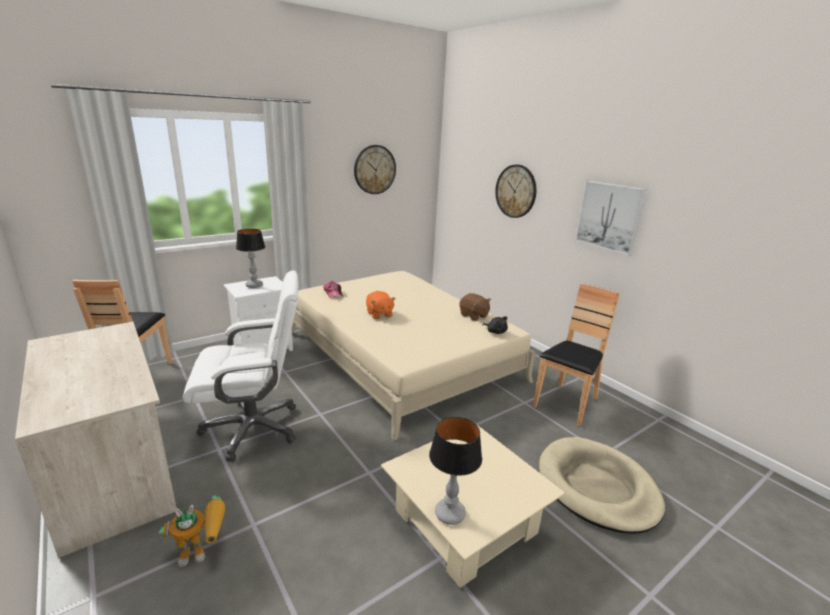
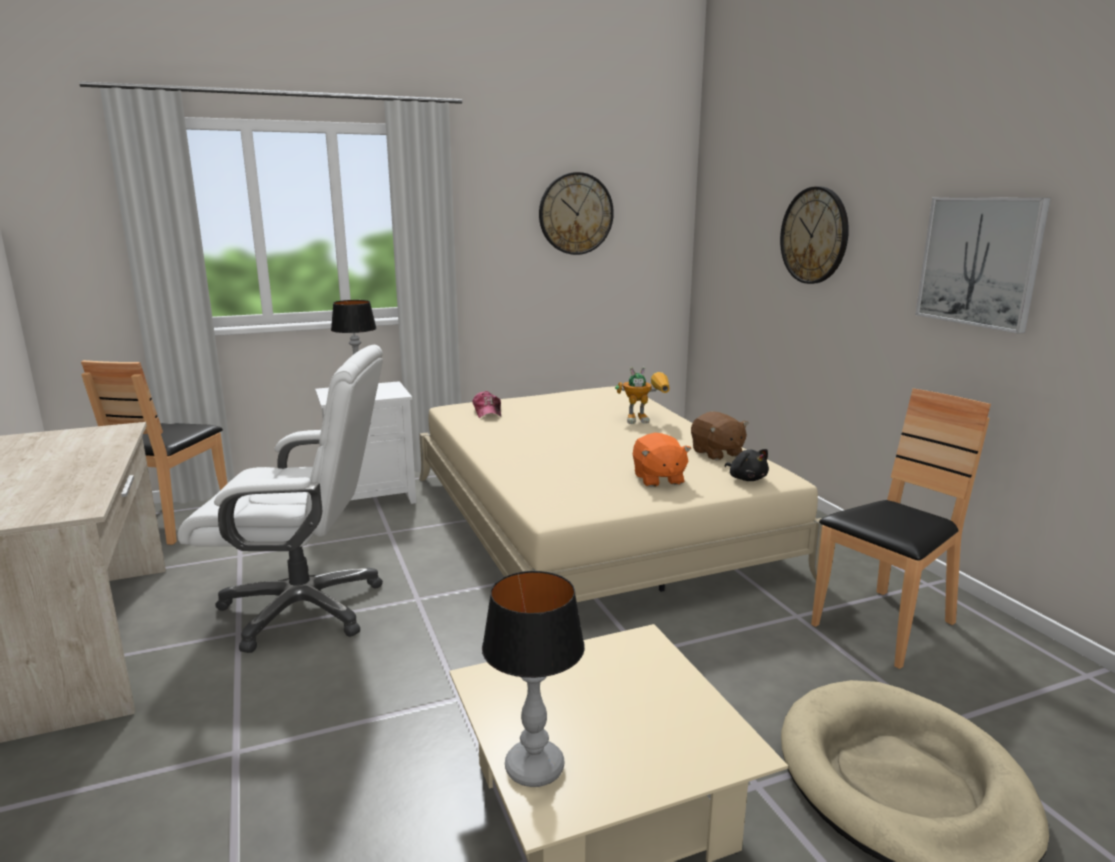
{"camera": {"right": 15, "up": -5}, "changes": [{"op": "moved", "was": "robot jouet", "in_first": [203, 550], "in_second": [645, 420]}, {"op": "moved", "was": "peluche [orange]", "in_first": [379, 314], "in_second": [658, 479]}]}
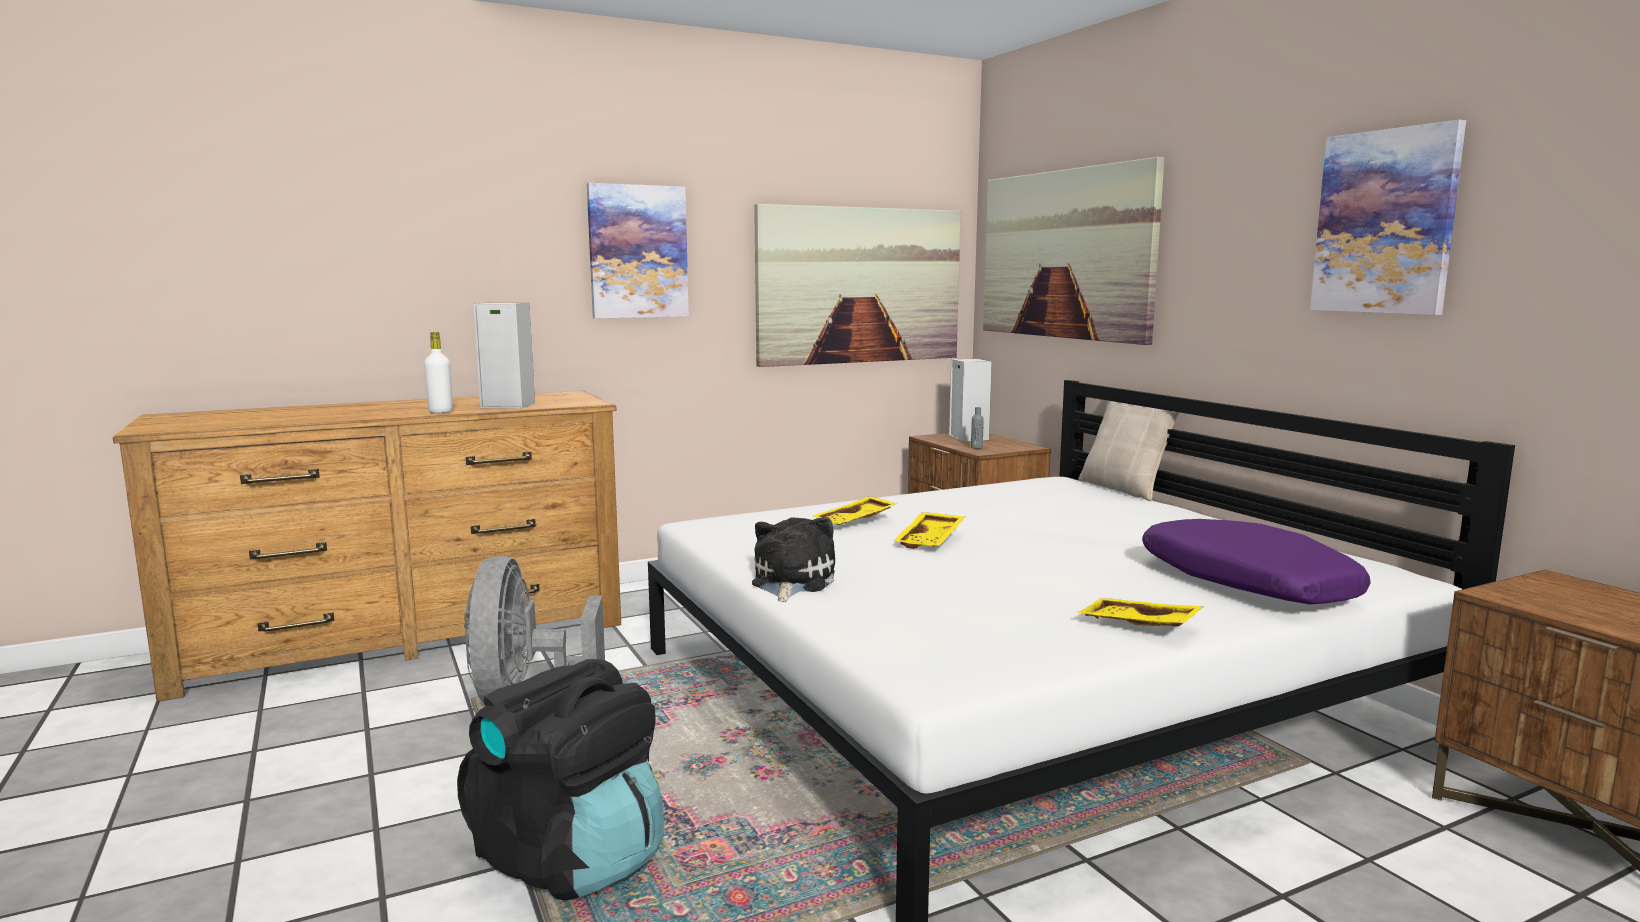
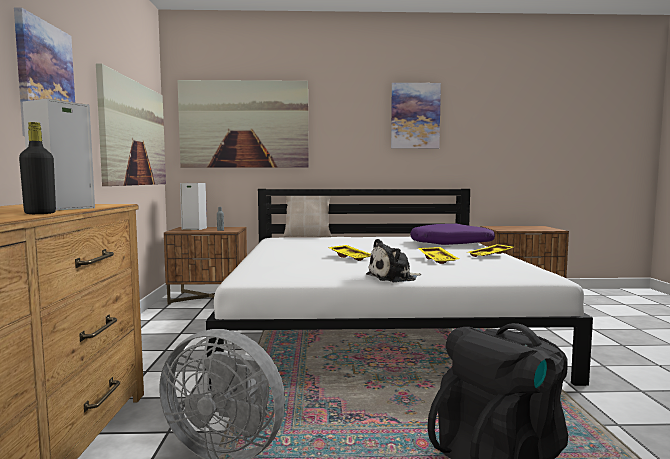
{"camera": {"right": -65, "up": -5}, "changes": [{"op": "recoloured", "was": "bouteille [blanc]", "now": "bouteille [noir]", "in_first": [440, 412], "in_second": [40, 213]}, {"op": "turned", "was": "peluche", "in_first": [791, 582], "in_second": [394, 278], "clockwise": -60}, {"op": "moved", "was": "plateau [jaune]", "in_first": [856, 521], "in_second": [438, 260]}]}
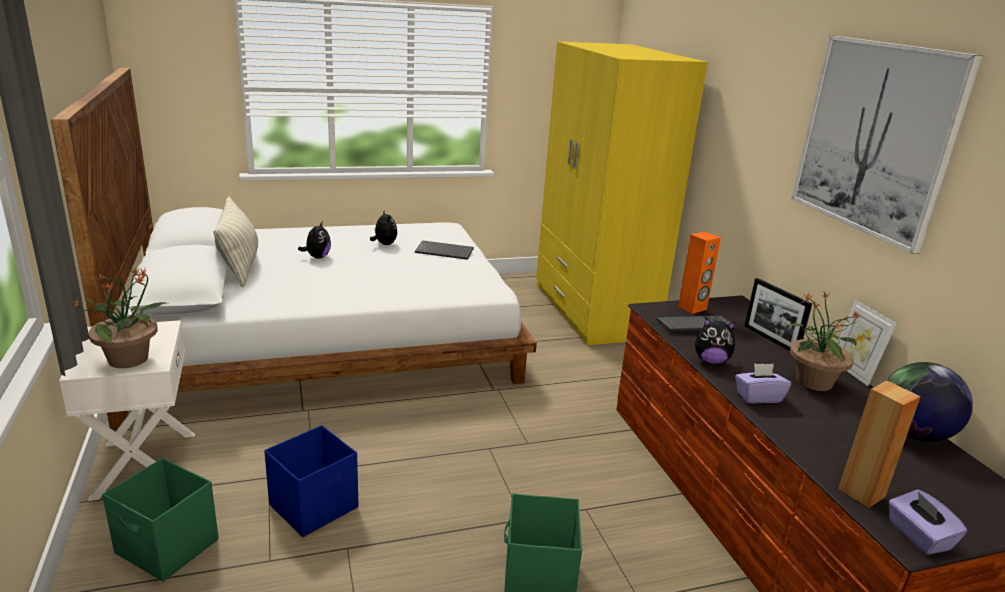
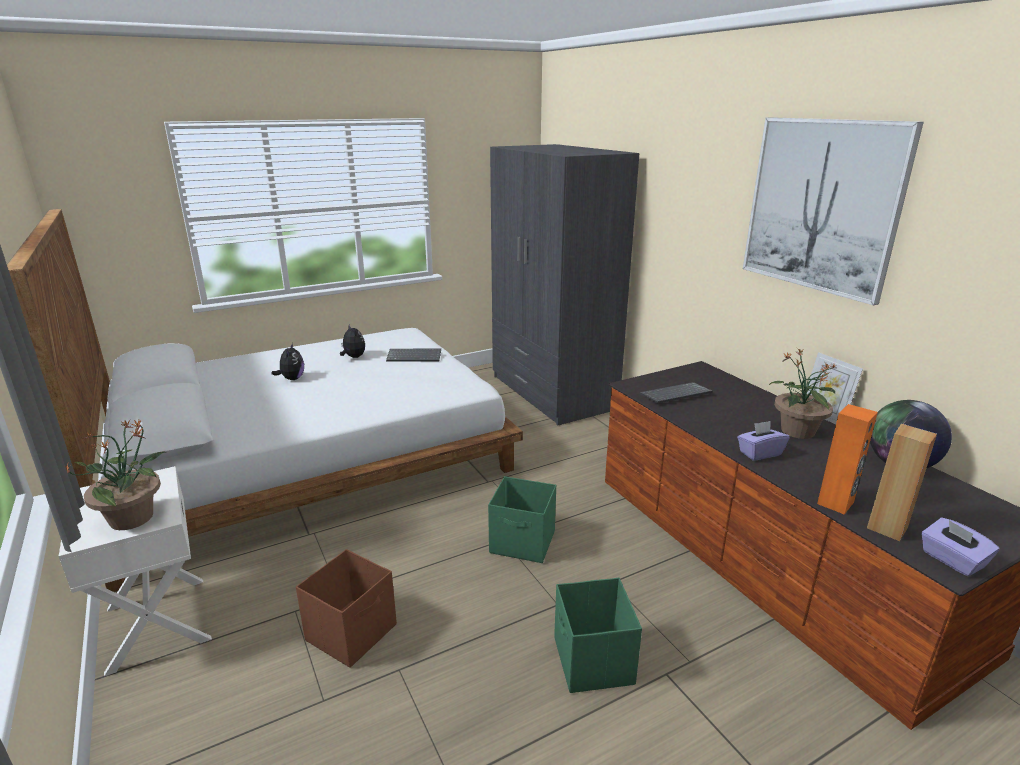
{"camera": {"right": -10, "up": 0}, "changes": [{"op": "moved", "was": "boîte de rangement [vert]", "in_first": [167, 548], "in_second": [523, 543]}, {"op": "removed", "was": "coussin", "in_first": [239, 266]}, {"op": "recoloured", "was": "boîte de rangement [bleu]", "now": "boîte de rangement [marron]", "in_first": [315, 506], "in_second": [353, 632]}, {"op": "recoloured", "was": "armoire [jaune]", "now": "armoire [gris]", "in_first": [593, 311], "in_second": [552, 392]}, {"op": "moved", "was": "enceinte [orange]", "in_first": [692, 308], "in_second": [836, 503]}, {"op": "removed", "was": "peluche", "in_first": [711, 361]}, {"op": "removed", "was": "cadre photo", "in_first": [770, 339]}]}
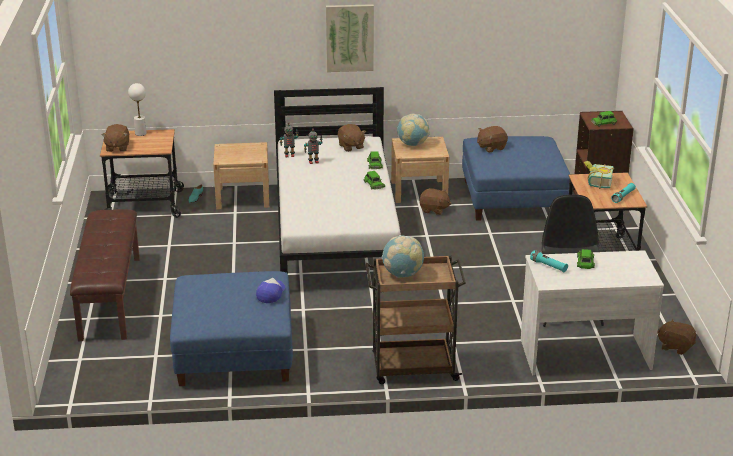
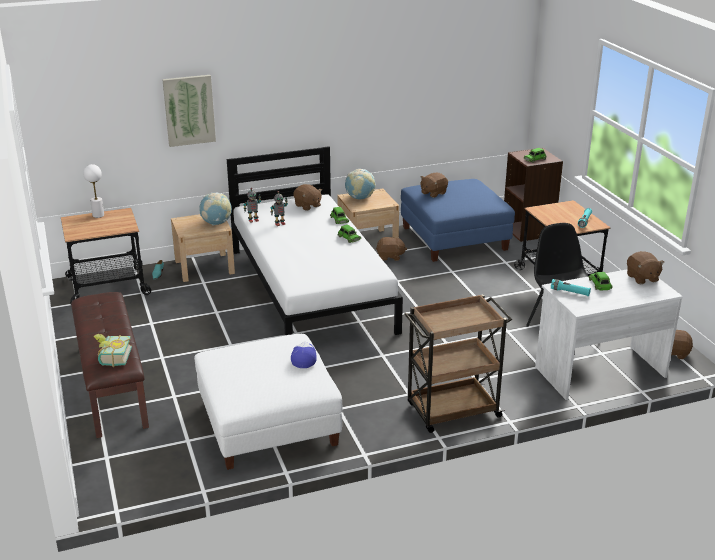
{"camera": {"right": -15, "up": 0}, "changes": [{"op": "moved", "was": "peluche [marron]", "in_first": [117, 147], "in_second": [642, 278]}, {"op": "recoloured", "was": "pouf [bleu]", "now": "pouf [blanc]", "in_first": [233, 352], "in_second": [267, 423]}, {"op": "moved", "was": "tableau", "in_first": [349, 37], "in_second": [189, 110]}, {"op": "moved", "was": "globe", "in_first": [402, 274], "in_second": [216, 223]}, {"op": "moved", "was": "livre", "in_first": [596, 182], "in_second": [112, 358]}]}
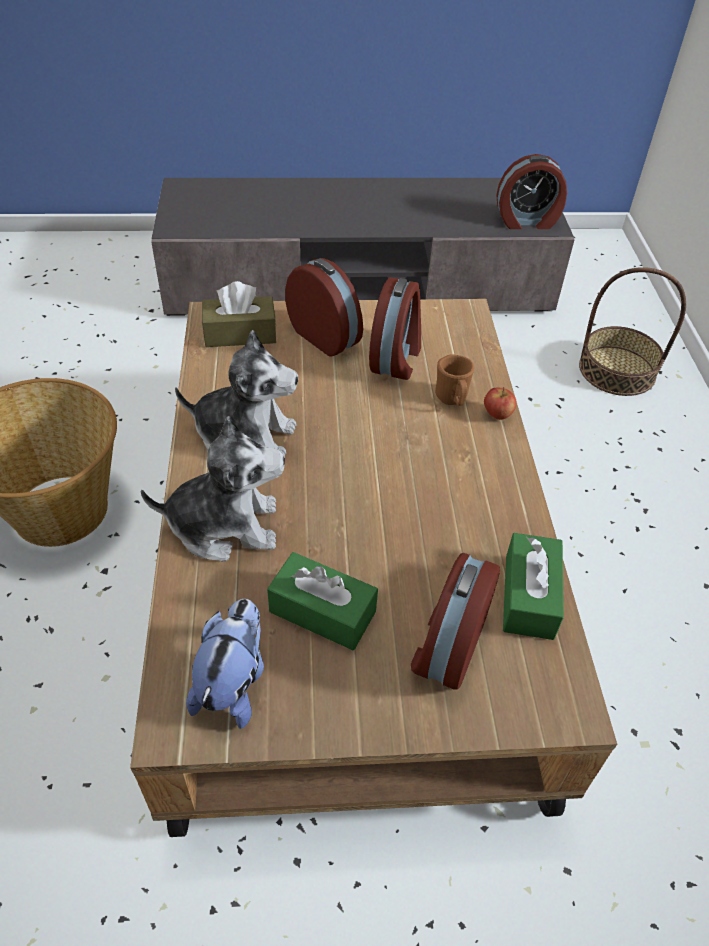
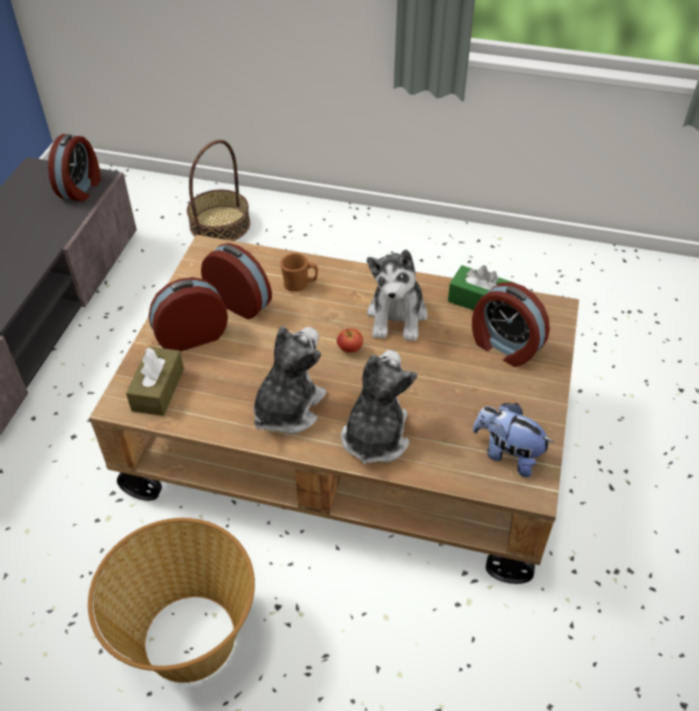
{"camera": {"right": -70, "up": 0}, "changes": [{"op": "removed", "was": "boîte à mouchoirs [vert]", "in_first": [322, 612]}, {"op": "moved", "was": "pomme", "in_first": [497, 414], "in_second": [350, 349]}, {"op": "added", "now": "peluche", "in_second": [397, 316]}]}
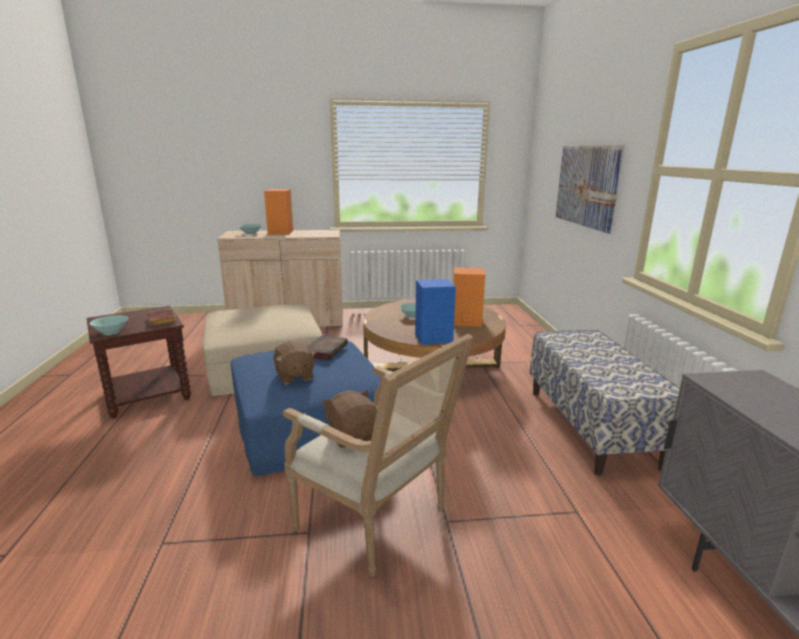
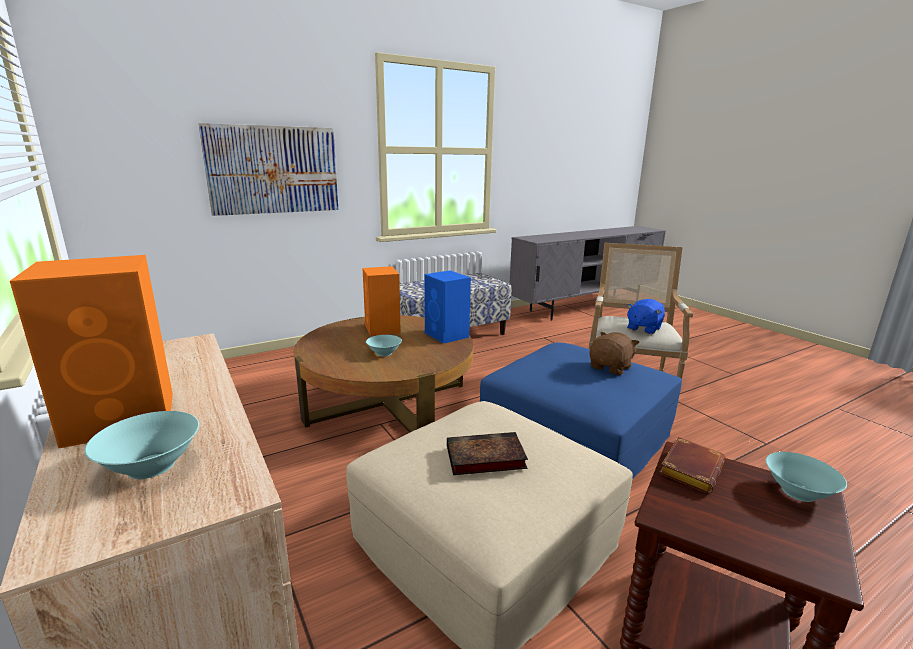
{"camera": {"right": -115, "up": 0}, "changes": [{"op": "moved", "was": "livre", "in_first": [325, 350], "in_second": [483, 458]}, {"op": "recoloured", "was": "peluche [marron]", "now": "peluche [bleu]", "in_first": [353, 435], "in_second": [643, 328]}]}
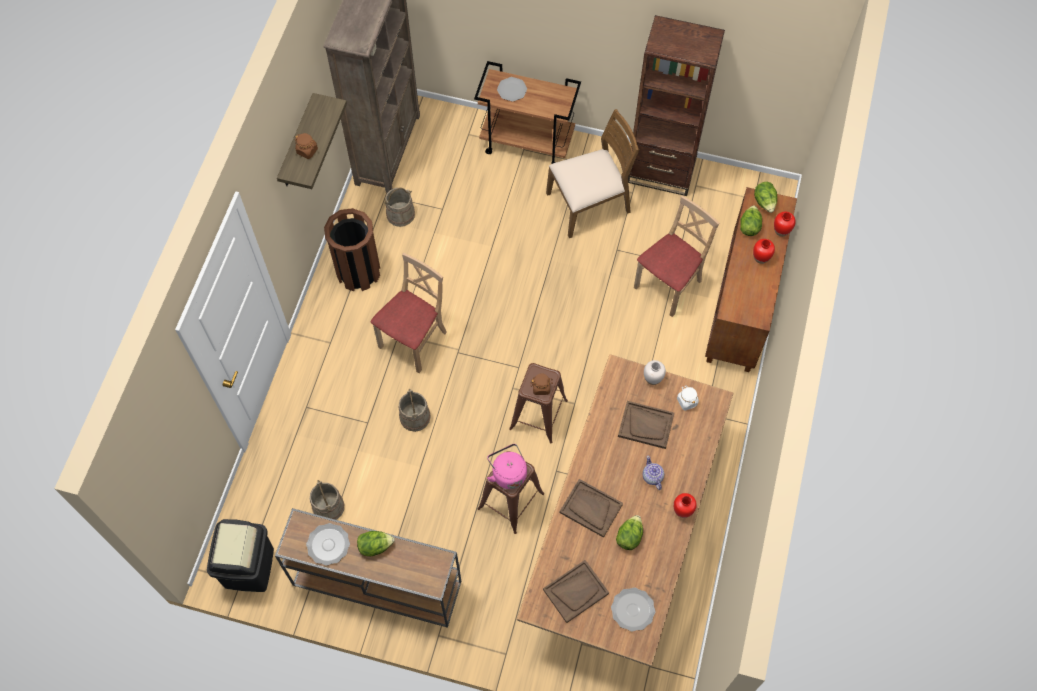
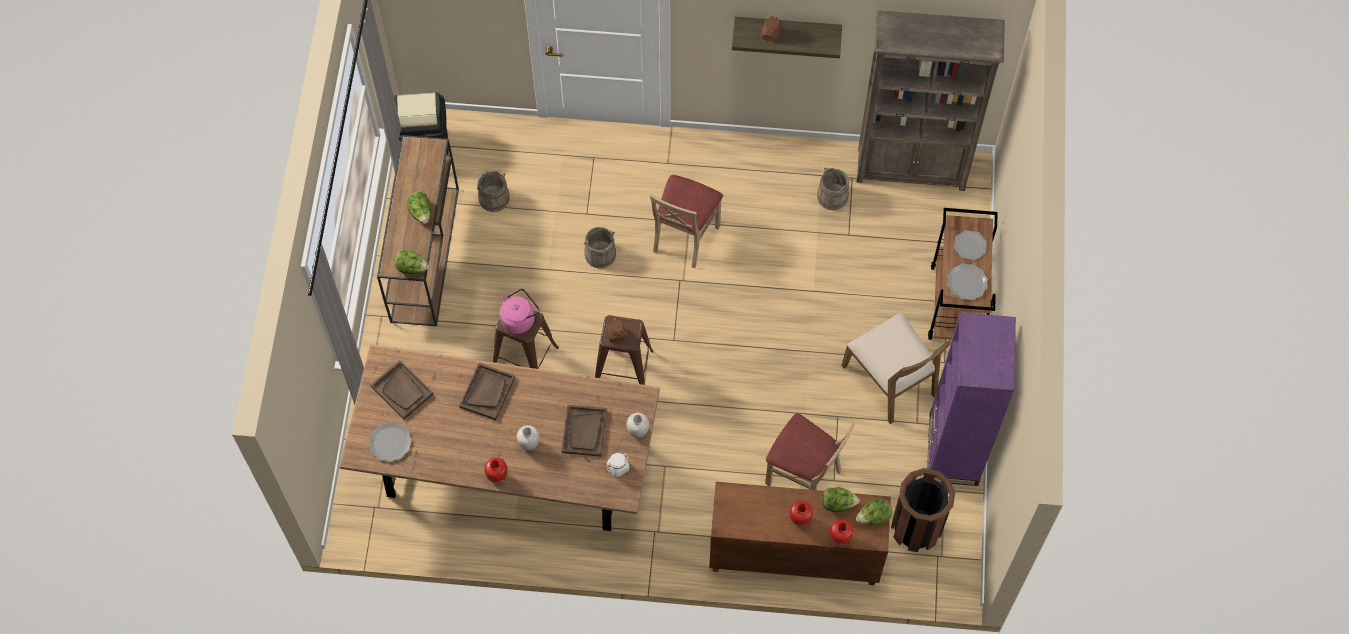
{"camera": {"right": 80, "up": 0}, "changes": [{"op": "moved", "was": "assiette", "in_first": [328, 544], "in_second": [967, 283]}, {"op": "moved", "was": "poubelle [marron]", "in_first": [358, 272], "in_second": [916, 528]}, {"op": "turned", "was": "chaise [beige]", "in_first": [414, 341], "in_second": [685, 237], "clockwise": 90}, {"op": "moved", "was": "laitue", "in_first": [629, 536], "in_second": [412, 268]}, {"op": "recoloured", "was": "bibliothèque [marron]", "now": "bibliothèque [violet]", "in_first": [661, 172], "in_second": [953, 449]}, {"op": "replaced", "was": "théière", "now": "vase [blanc]", "in_first": [652, 477], "in_second": [529, 444]}]}
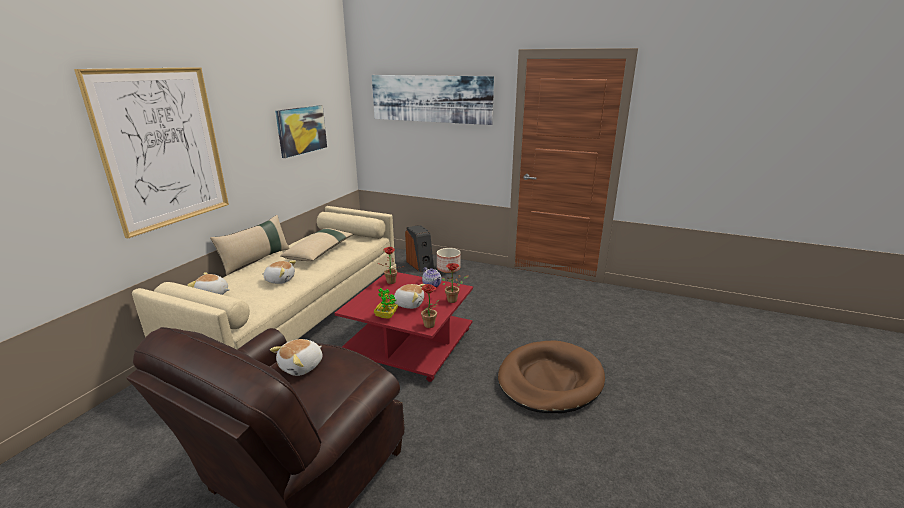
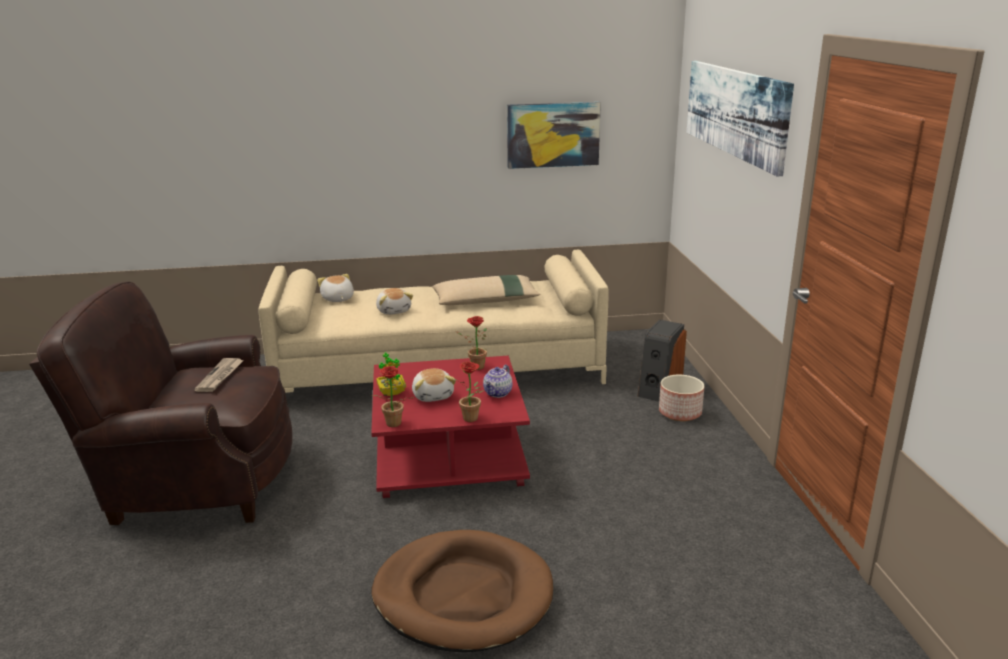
{"camera": {"right": 60, "up": 0}, "changes": [{"op": "removed", "was": "tableau", "in_first": [163, 148]}, {"op": "removed", "was": "coussin [beige]", "in_first": [256, 260]}, {"op": "replaced", "was": "peluche", "now": "journal", "in_first": [302, 366], "in_second": [220, 376]}]}
